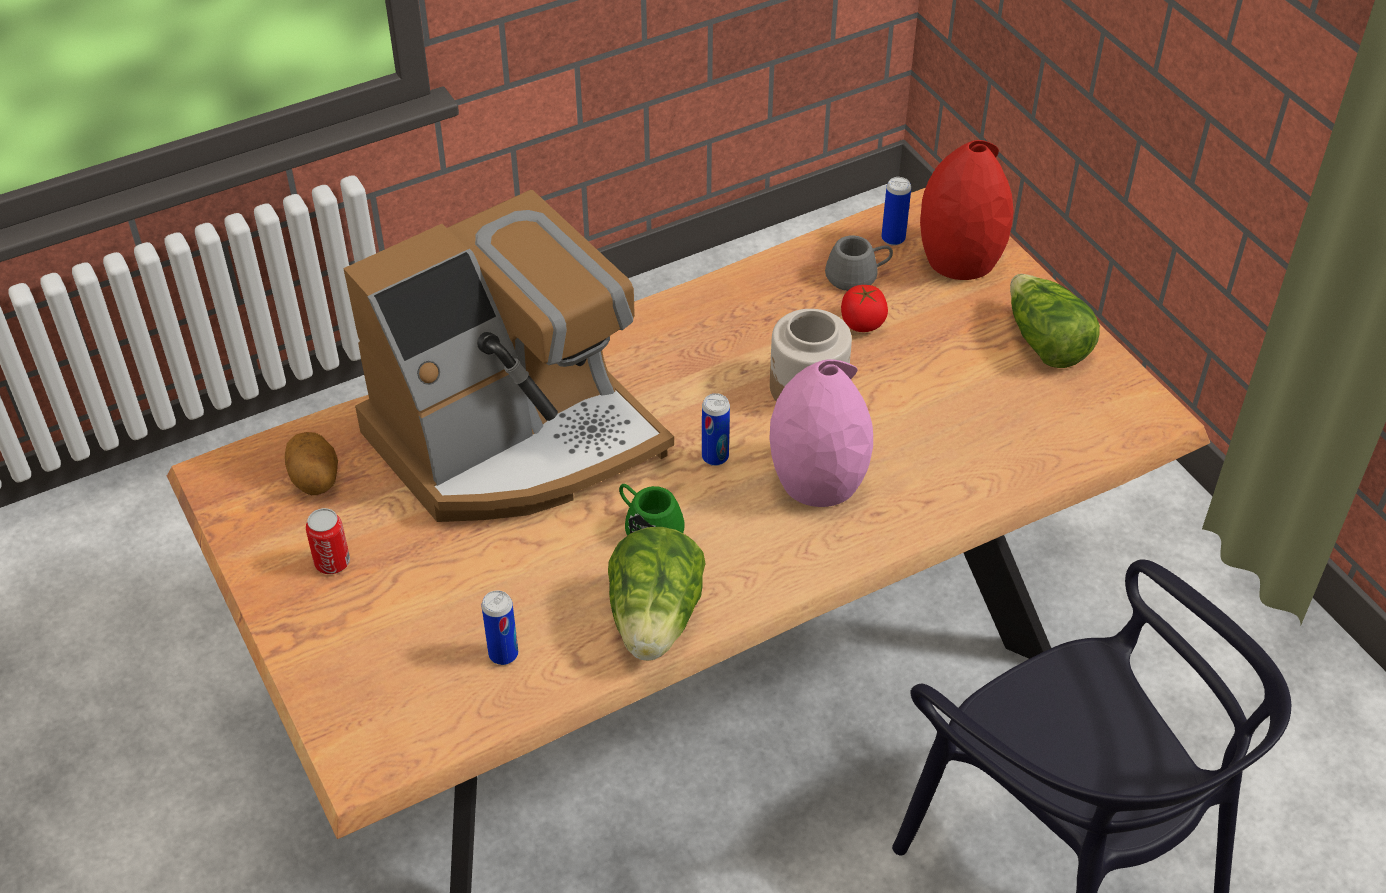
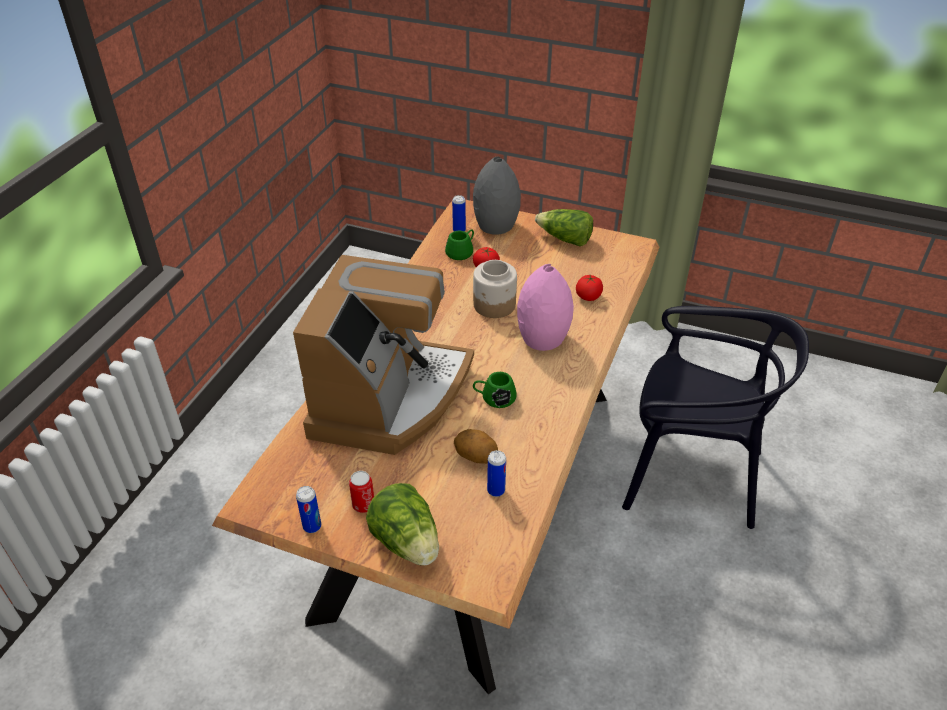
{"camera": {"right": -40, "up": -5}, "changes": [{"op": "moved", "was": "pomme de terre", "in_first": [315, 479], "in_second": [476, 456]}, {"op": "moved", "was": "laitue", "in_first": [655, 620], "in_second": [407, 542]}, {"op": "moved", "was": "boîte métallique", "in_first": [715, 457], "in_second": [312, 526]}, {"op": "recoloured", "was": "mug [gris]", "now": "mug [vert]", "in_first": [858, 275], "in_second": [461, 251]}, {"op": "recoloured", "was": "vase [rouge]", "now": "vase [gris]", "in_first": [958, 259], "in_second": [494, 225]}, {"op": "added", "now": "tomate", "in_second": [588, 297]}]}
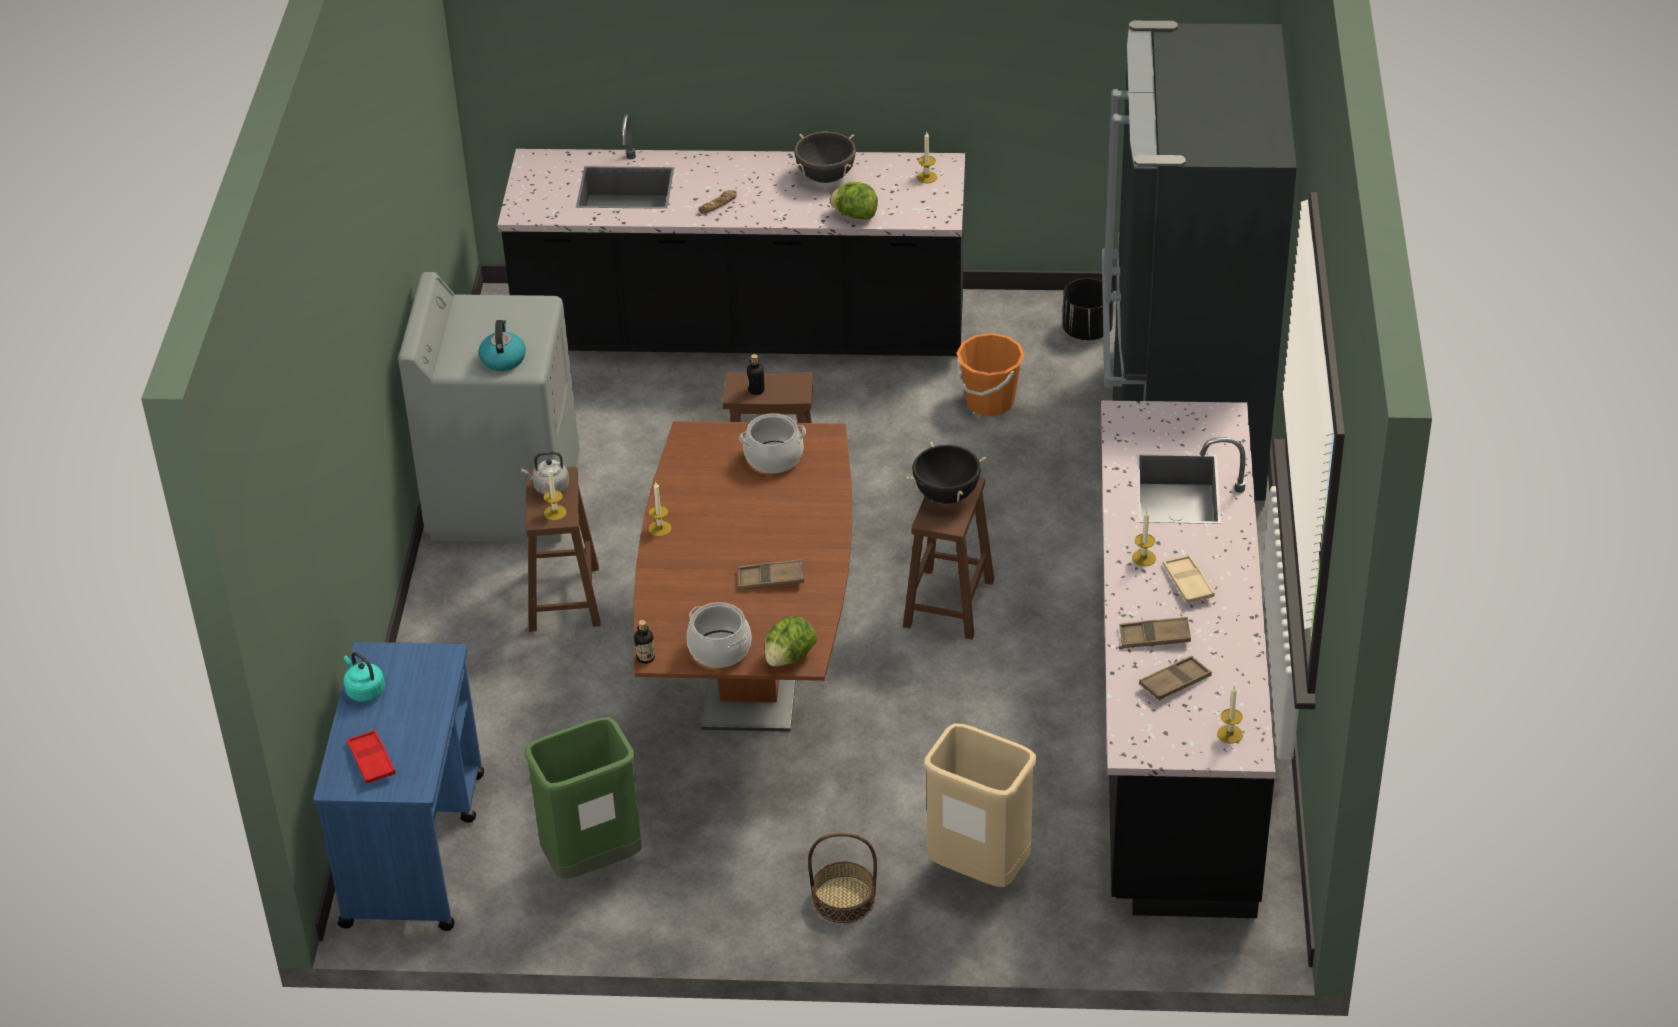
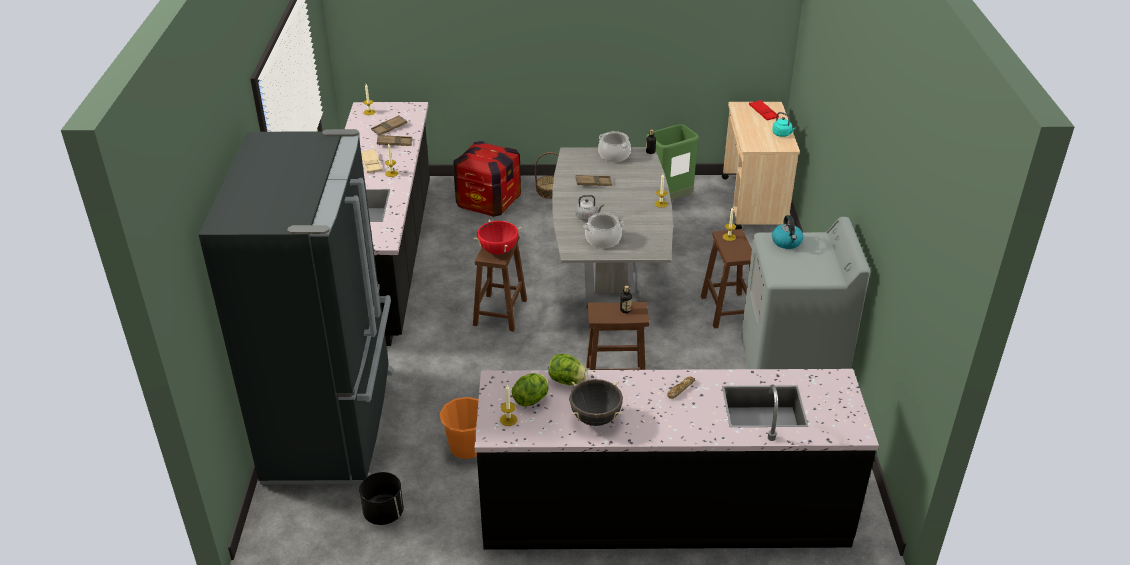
{"camera": {"right": 175, "up": -5}, "changes": [{"op": "recoloured", "was": "chariot [bleu]", "now": "chariot [beige]", "in_first": [414, 848], "in_second": [754, 203]}, {"op": "moved", "was": "bouilloire [gris]", "in_first": [549, 487], "in_second": [587, 217]}, {"op": "recoloured", "was": "table à manger [marron]", "now": "table à manger [gris]", "in_first": [753, 667], "in_second": [609, 278]}, {"op": "moved", "was": "laitue", "in_first": [789, 657], "in_second": [531, 399]}, {"op": "recoloured", "was": "marmite [noir]", "now": "marmite [rouge]", "in_first": [946, 495], "in_second": [498, 250]}, {"op": "replaced", "was": "poubelle [beige]", "now": "caisse", "in_first": [978, 869], "in_second": [488, 202]}]}
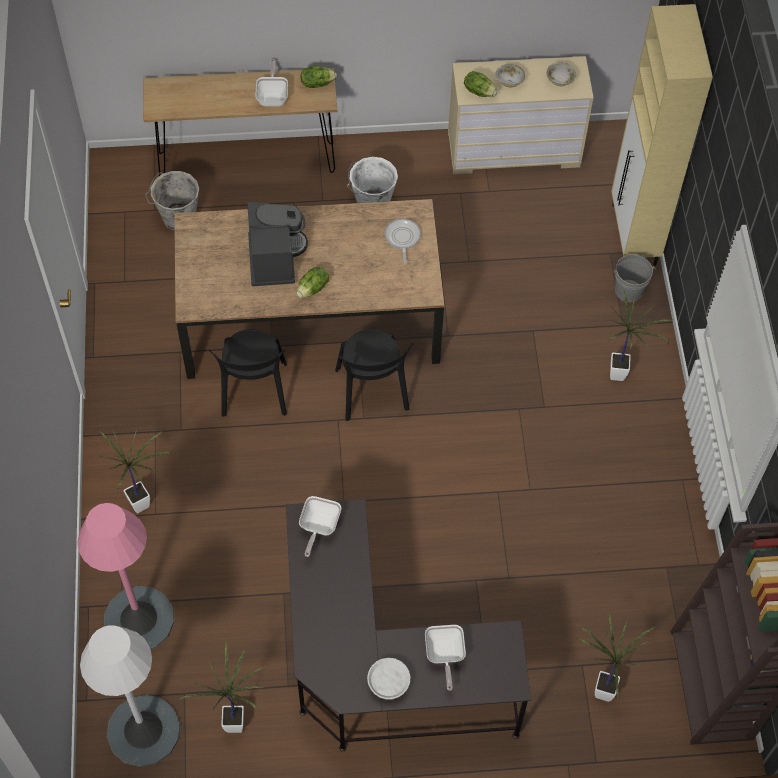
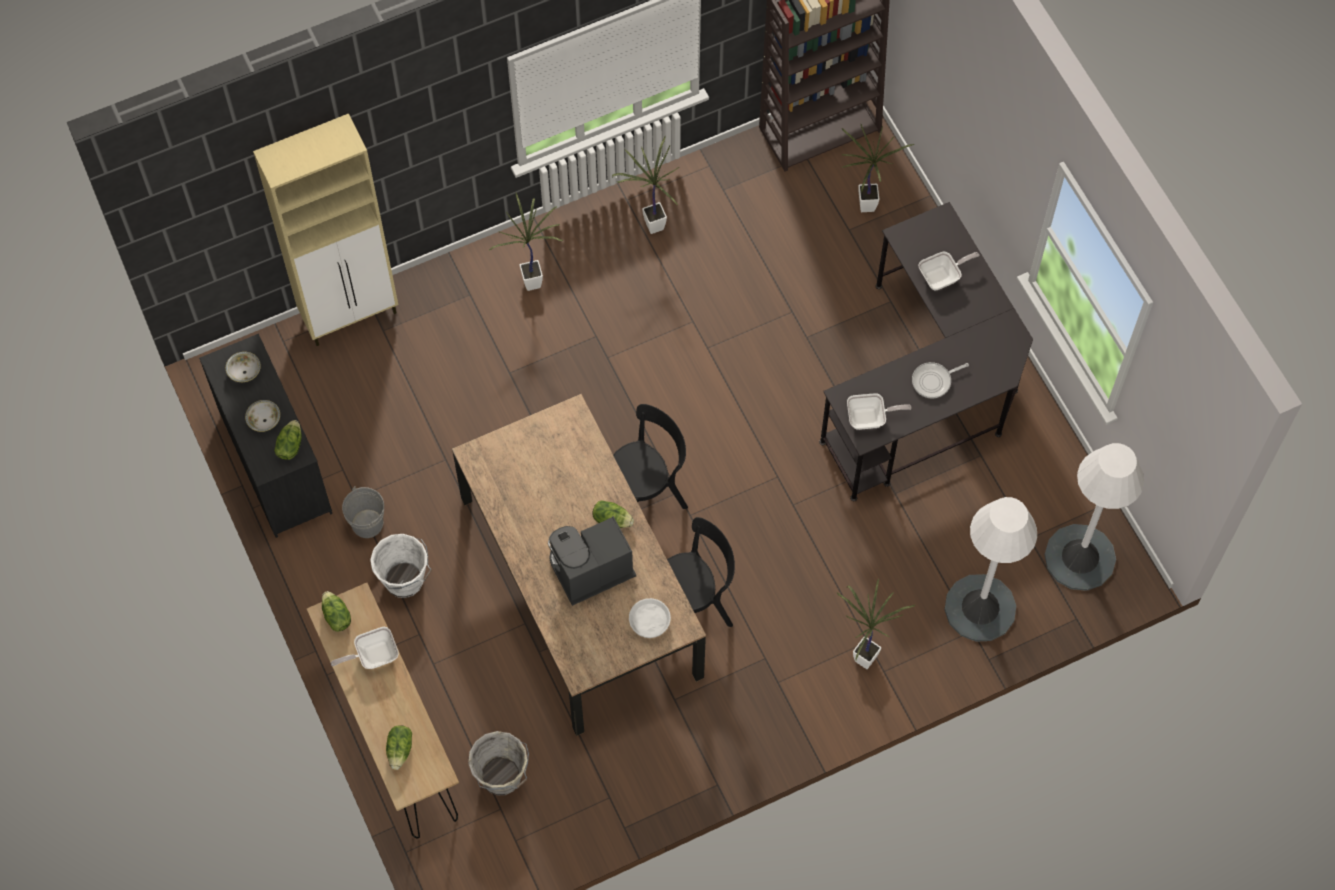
{"camera": {"right": -110, "up": 5}, "changes": [{"op": "recoloured", "was": "lampadaire [rose]", "now": "lampadaire [blanc]", "in_first": [139, 620], "in_second": [980, 608]}, {"op": "moved", "was": "plante en pot", "in_first": [237, 721], "in_second": [650, 226]}, {"op": "moved", "was": "bol [blanc]", "in_first": [389, 682], "in_second": [649, 622]}, {"op": "moved", "was": "poêle", "in_first": [402, 238], "in_second": [934, 381]}, {"op": "recoloured", "was": "commode [beige]", "now": "commode [noir]", "in_first": [514, 149], "in_second": [274, 463]}, {"op": "moved", "was": "seau [gris]", "in_first": [628, 291], "in_second": [367, 524]}, {"op": "added", "now": "laitue", "in_second": [400, 750]}]}
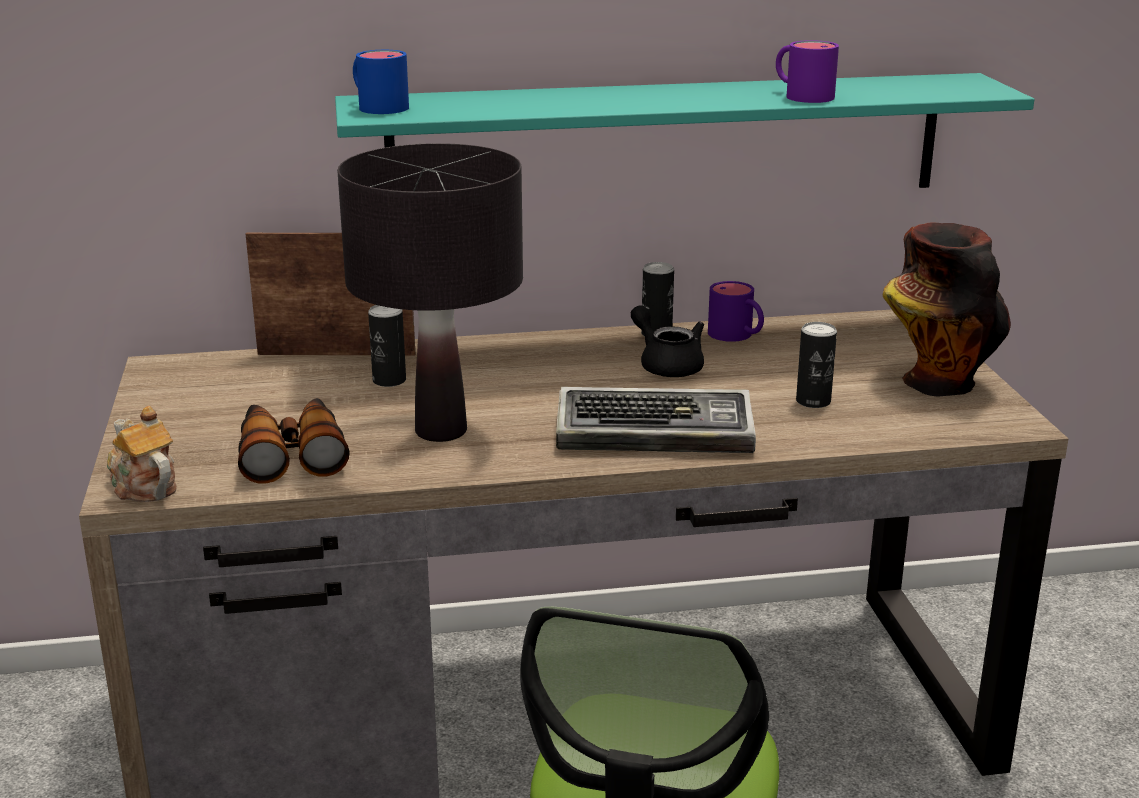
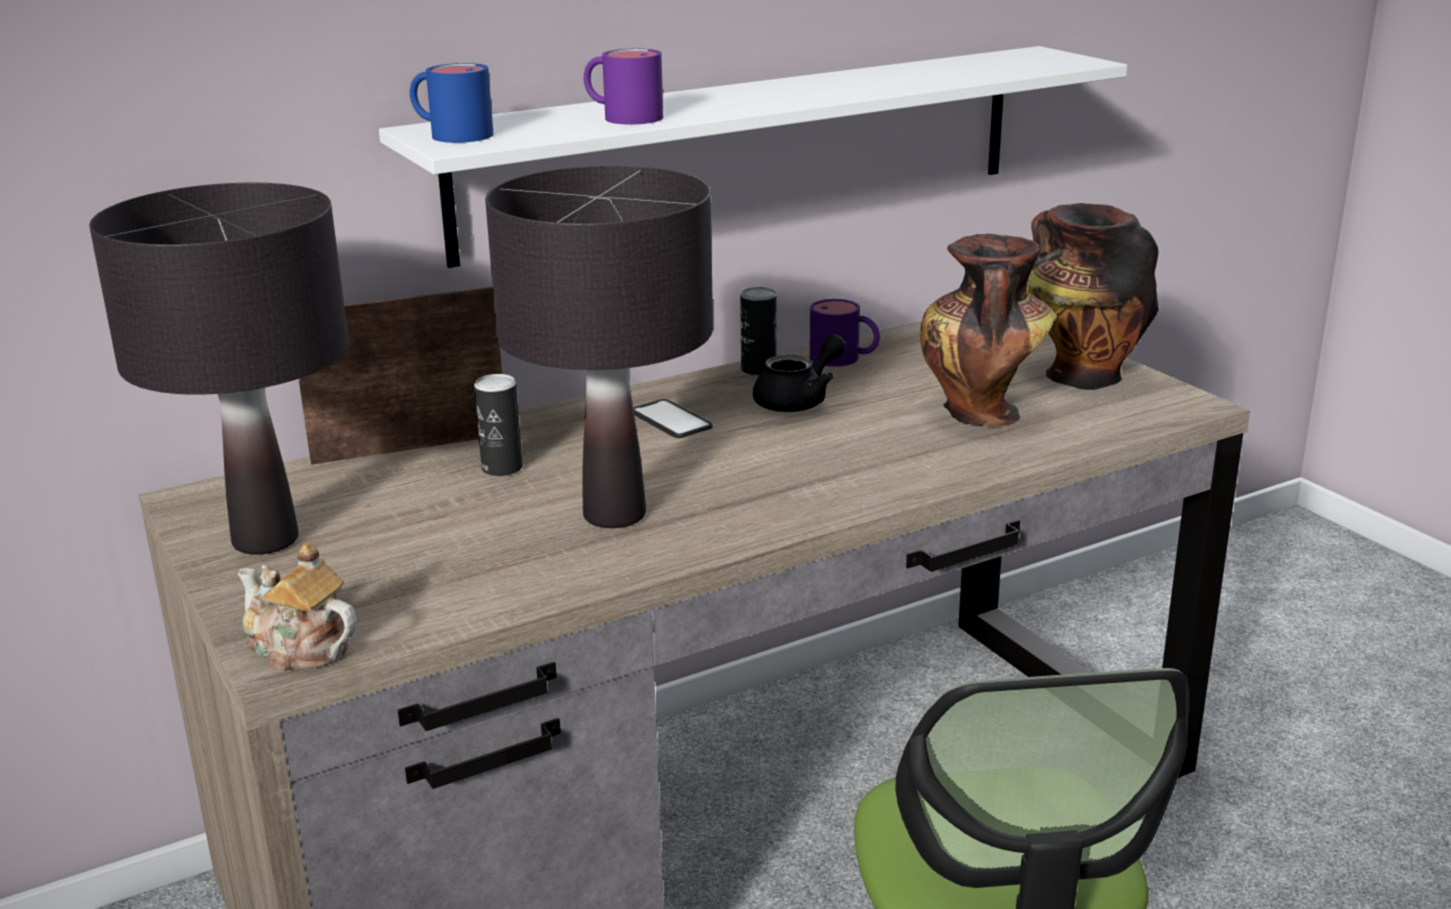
{"camera": {"right": -20, "up": 0}, "changes": [{"op": "removed", "was": "jumelles", "in_first": [291, 453]}, {"op": "recoloured", "was": "étagère [turquoise]", "now": "étagère [blanc]", "in_first": [667, 142], "in_second": [746, 150]}, {"op": "removed", "was": "clavier", "in_first": [657, 434]}, {"op": "turned", "was": "théière [noir]", "in_first": [667, 365], "in_second": [799, 400], "clockwise": 105}, {"op": "moved", "was": "mug [violet]", "in_first": [801, 95], "in_second": [622, 116]}, {"op": "replaced", "was": "boîte métallique", "now": "vase", "in_first": [813, 401], "in_second": [982, 414]}, {"op": "added", "now": "lampe de table [noir]", "in_second": [266, 540]}, {"op": "added", "now": "téléphone", "in_second": [671, 420]}]}
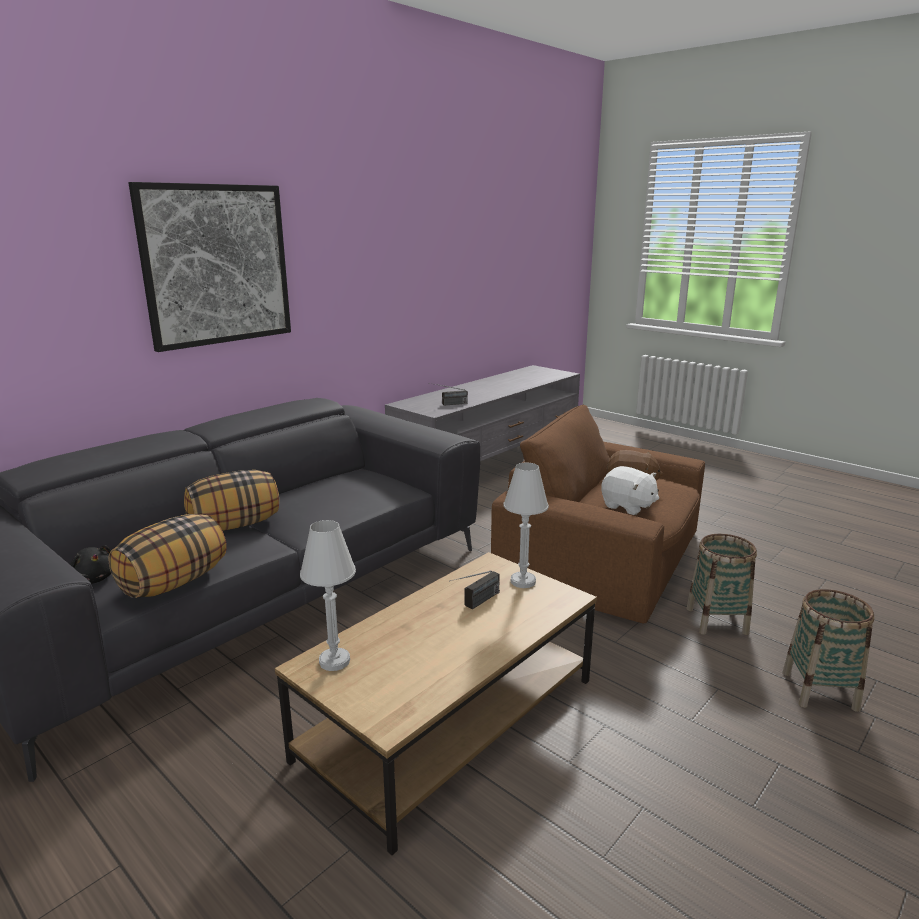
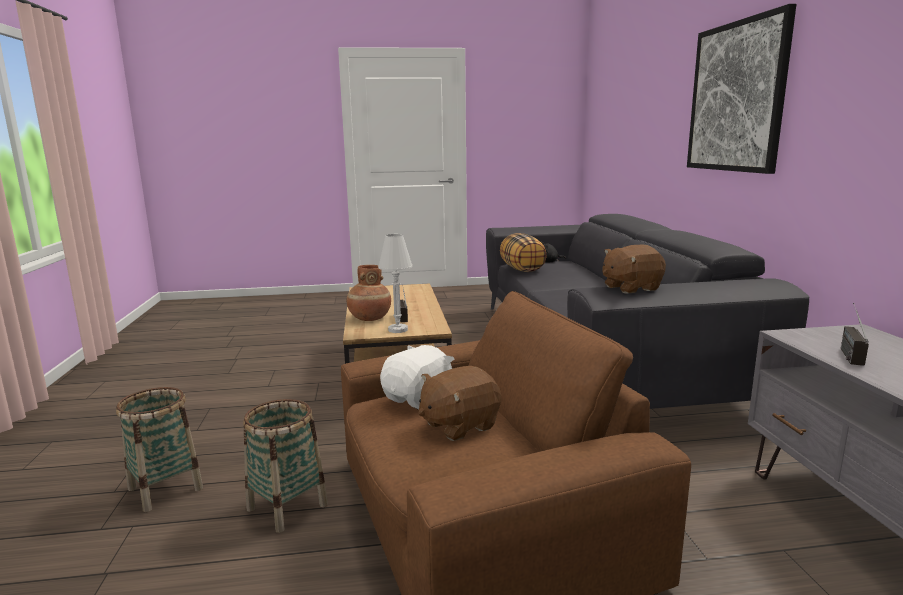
{"camera": {"right": 130, "up": -5}, "changes": [{"op": "removed", "was": "coussin", "in_first": [235, 525]}, {"op": "removed", "was": "lampe de table [blanc]", "in_first": [334, 661]}, {"op": "turned", "was": "peluche [blanc]", "in_first": [628, 506], "in_second": [419, 399], "clockwise": 135}, {"op": "added", "now": "vase [marron]", "in_second": [369, 318]}, {"op": "added", "now": "peluche [marron]", "in_second": [630, 288]}]}
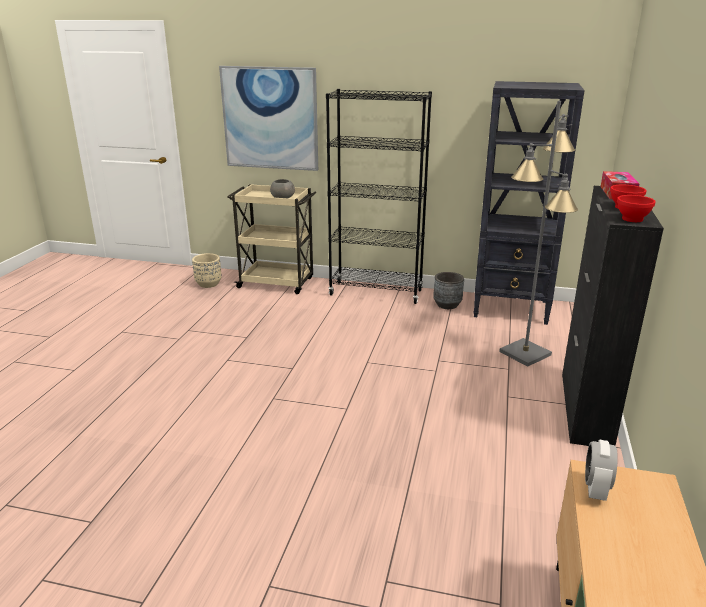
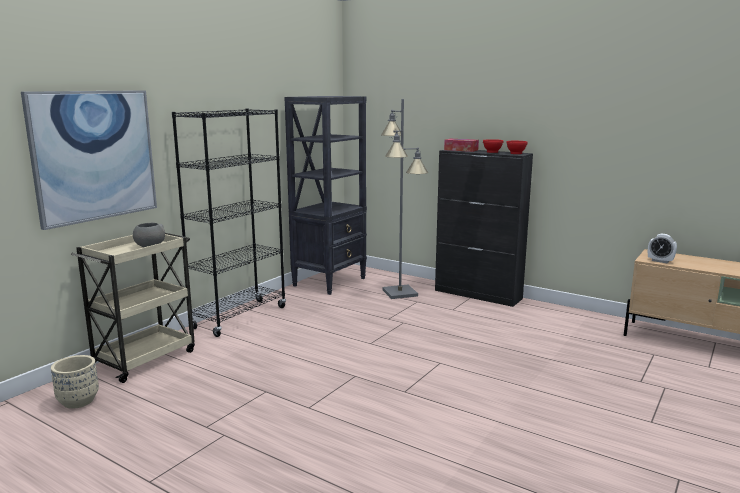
{"camera": {"right": -70, "up": -10}, "changes": [{"op": "removed", "was": "cache-pot [gris]", "in_first": [447, 305]}]}
